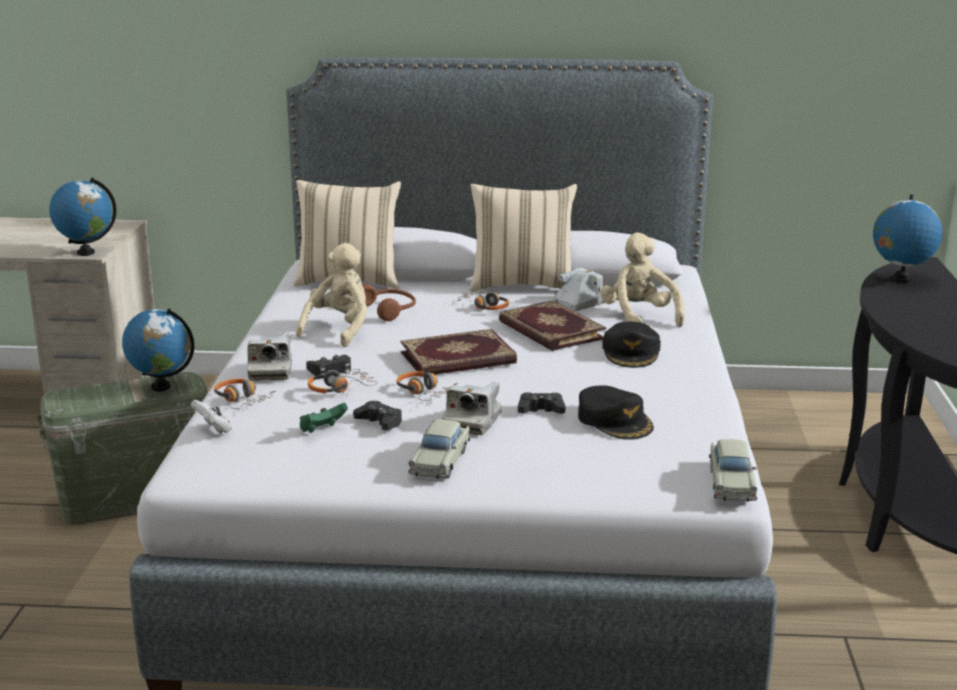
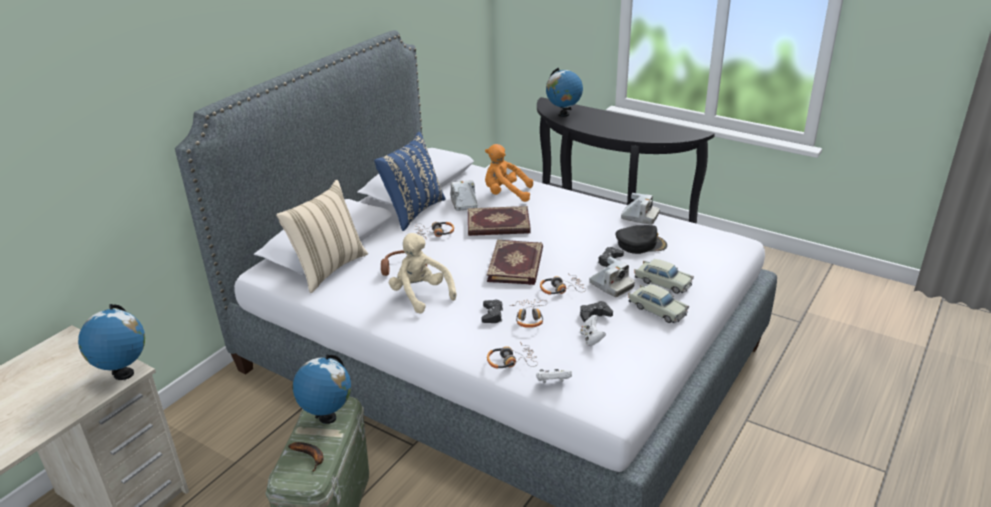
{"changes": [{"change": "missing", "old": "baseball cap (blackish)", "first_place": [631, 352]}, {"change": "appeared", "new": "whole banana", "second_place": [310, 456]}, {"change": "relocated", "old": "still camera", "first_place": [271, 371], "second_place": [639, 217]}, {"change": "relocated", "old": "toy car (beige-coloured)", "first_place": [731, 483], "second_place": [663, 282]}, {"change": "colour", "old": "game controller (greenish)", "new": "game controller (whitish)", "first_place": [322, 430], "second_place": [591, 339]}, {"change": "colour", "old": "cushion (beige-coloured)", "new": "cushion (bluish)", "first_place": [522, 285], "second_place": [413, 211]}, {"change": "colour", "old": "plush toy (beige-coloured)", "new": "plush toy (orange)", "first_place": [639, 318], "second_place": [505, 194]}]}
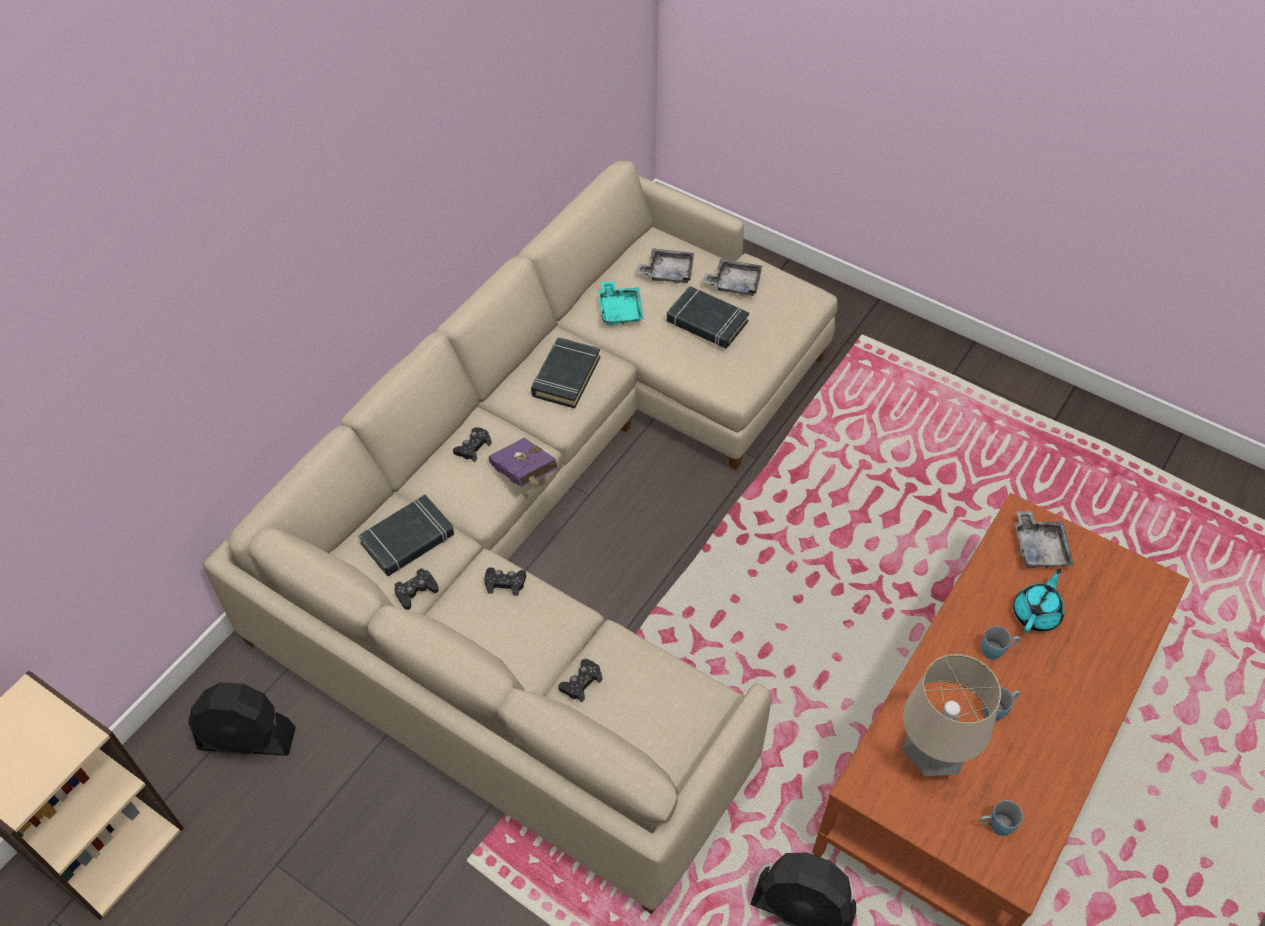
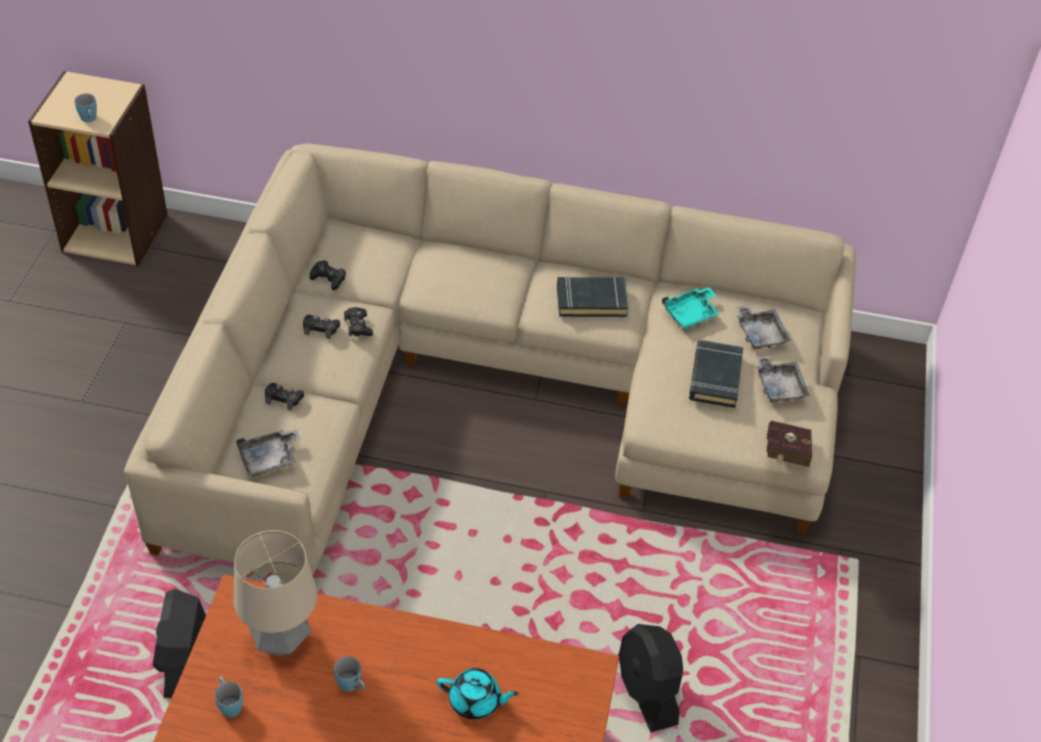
{"changes": [{"change": "missing", "old": "book (blackish)", "first_place": [408, 539]}, {"change": "missing", "old": "book (purple-coloured)", "first_place": [525, 475]}, {"change": "appeared", "new": "book (reddish)", "second_place": [784, 456]}, {"change": "relocated", "old": "fan (blackish)", "first_place": [247, 739], "second_place": [647, 691]}, {"change": "relocated", "old": "game controller (blackish)", "first_place": [473, 447], "second_place": [321, 329]}, {"change": "relocated", "old": "tea mug (bluish)", "first_place": [996, 650], "second_place": [89, 120]}, {"change": "relocated", "old": "serving tray (gray)", "first_place": [1039, 548], "second_place": [269, 458]}]}
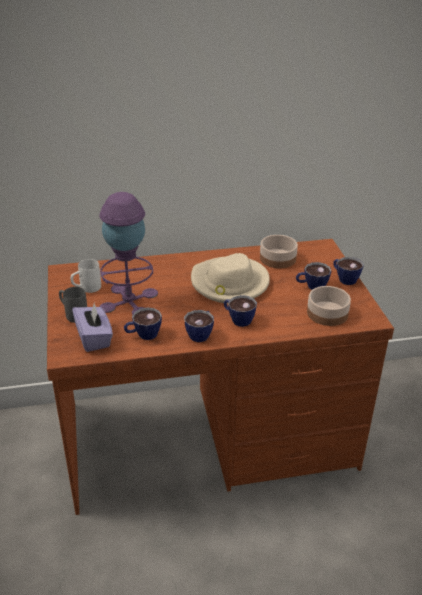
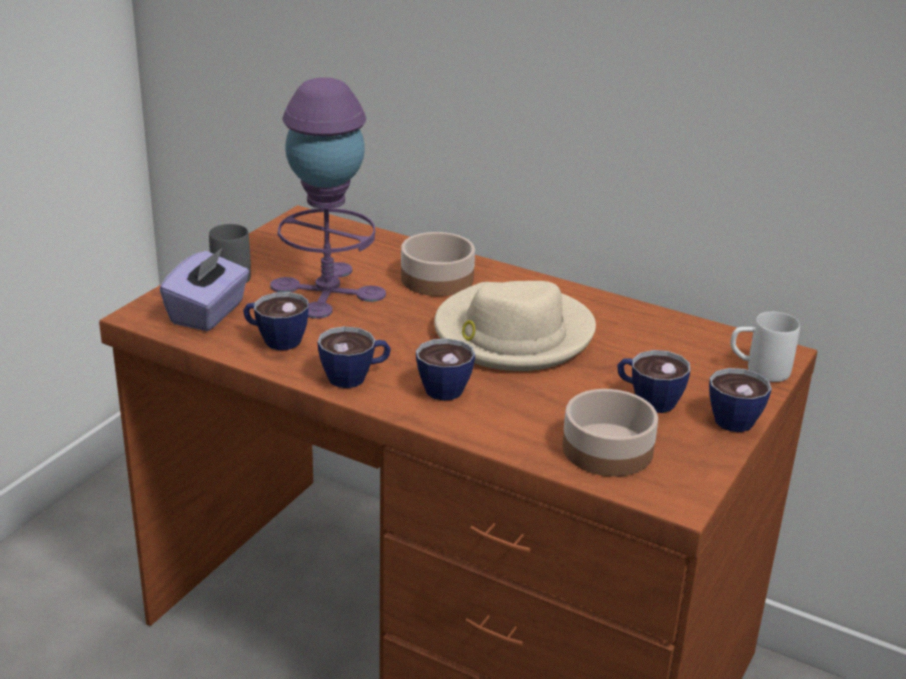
{"changes": [{"change": "relocated", "old": "tea mug (whitish)", "first_place": [86, 289], "second_place": [758, 370]}, {"change": "relocated", "old": "serving bowl", "first_place": [277, 259], "second_place": [436, 279]}]}
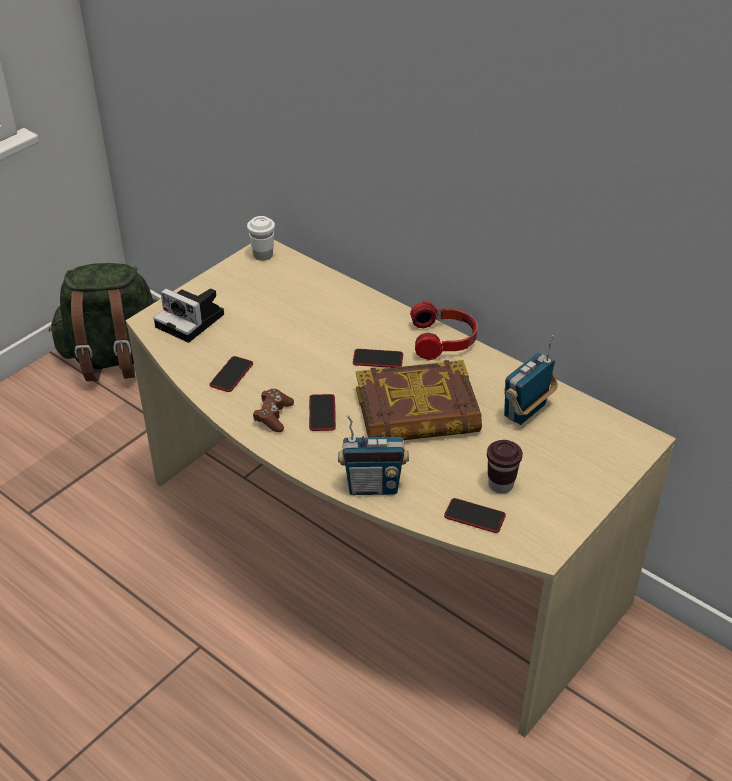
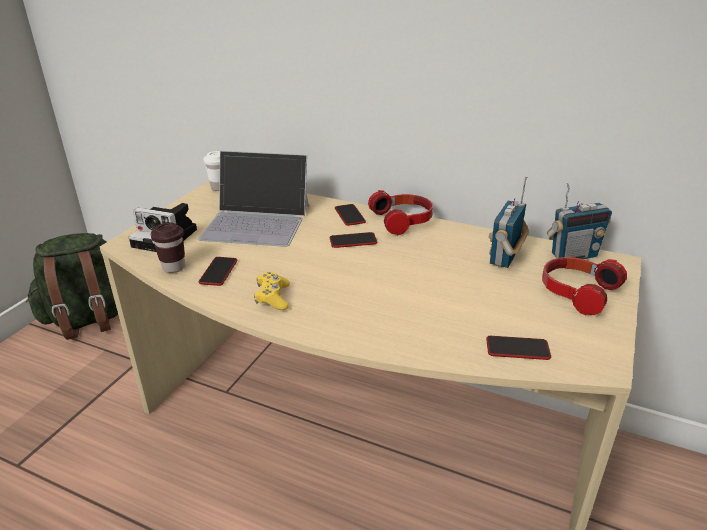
{"changes": [{"change": "missing", "old": "book", "first_place": [417, 412]}, {"change": "appeared", "new": "notebook computer", "second_place": [257, 221]}, {"change": "appeared", "new": "pair of headphones", "second_place": [576, 292]}, {"change": "relocated", "old": "handset", "first_place": [322, 413], "second_place": [349, 215]}, {"change": "relocated", "old": "radio", "first_place": [373, 486], "second_place": [573, 255]}, {"change": "relocated", "old": "small cup (brownish)", "first_place": [500, 485], "second_place": [174, 267]}, {"change": "colour", "old": "game controller (brownish)", "new": "game controller (yellowish)", "first_place": [273, 416], "second_place": [273, 298]}]}
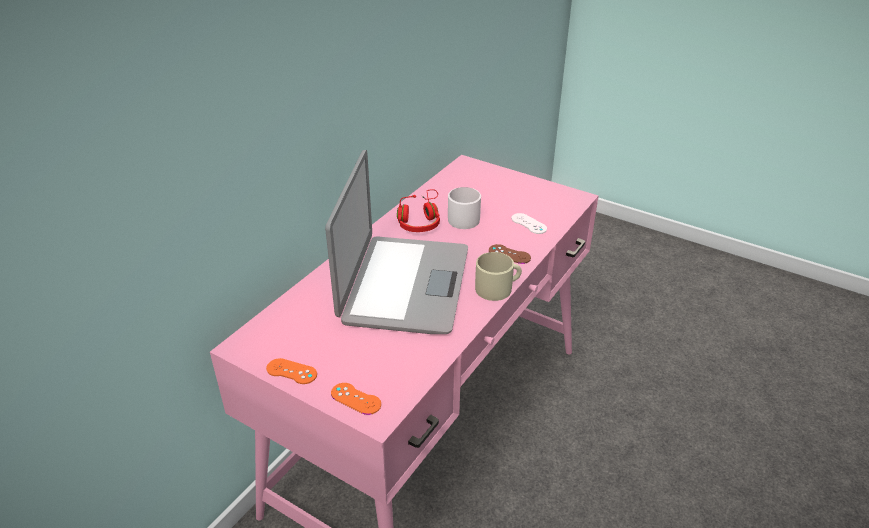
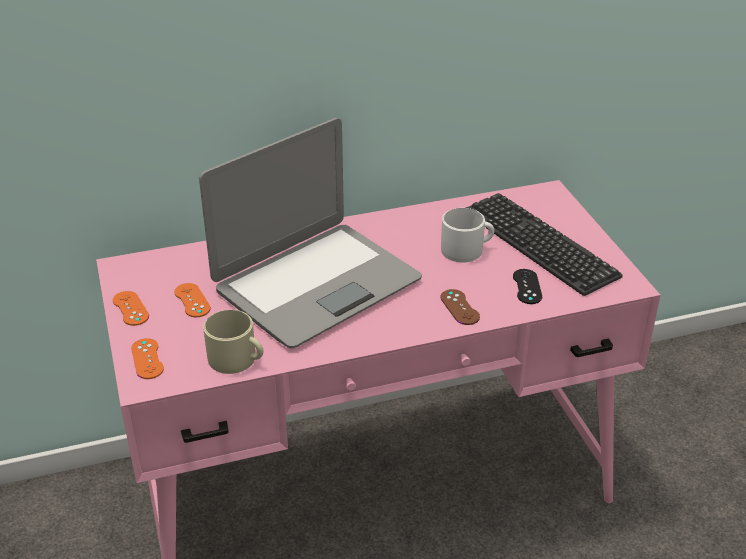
{"changes": [{"change": "missing", "old": "pair of headphones (reddish)", "first_place": [420, 220]}, {"change": "appeared", "new": "game controller (orange)", "second_place": [192, 300]}, {"change": "appeared", "new": "PC keyboard", "second_place": [539, 244]}, {"change": "relocated", "old": "tea mug (beige-coloured)", "first_place": [498, 288], "second_place": [237, 359]}, {"change": "colour", "old": "game controller (whitish)", "new": "game controller (blackish)", "first_place": [528, 224], "second_place": [527, 286]}]}
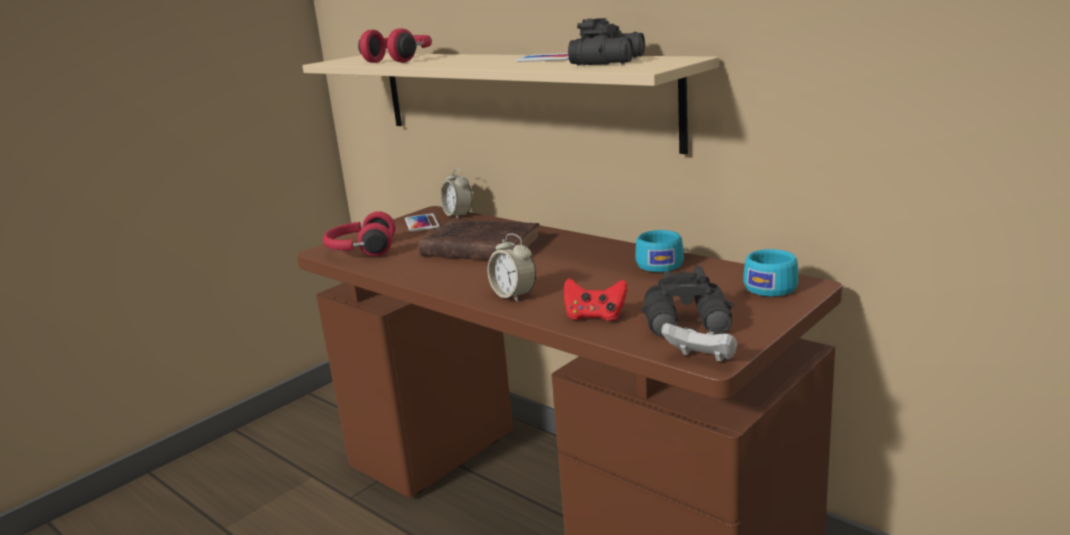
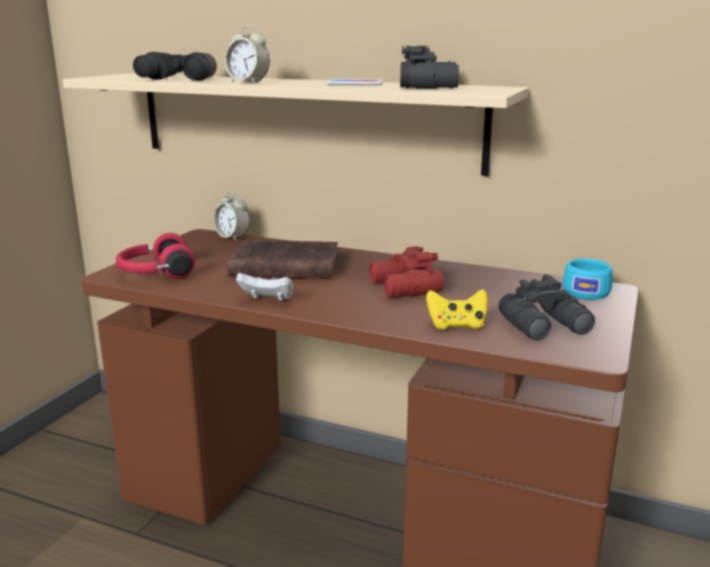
{"changes": [{"change": "missing", "old": "handset", "first_place": [422, 223]}, {"change": "missing", "old": "small cup (blue-green)", "first_place": [659, 263]}, {"change": "appeared", "new": "pair of binoculars (reddish)", "second_place": [404, 288]}, {"change": "relocated", "old": "alarm clock", "first_place": [513, 295], "second_place": [248, 82]}, {"change": "relocated", "old": "game controller (whitish)", "first_place": [702, 359], "second_place": [268, 300]}, {"change": "exchanged", "old": "pair of headphones (reddish)", "new": "pair of binoculars (blackish)", "first_place": [401, 60], "second_place": [182, 79]}, {"change": "colour", "old": "game controller (reddish)", "new": "game controller (yellowish)", "first_place": [595, 316], "second_place": [457, 325]}]}
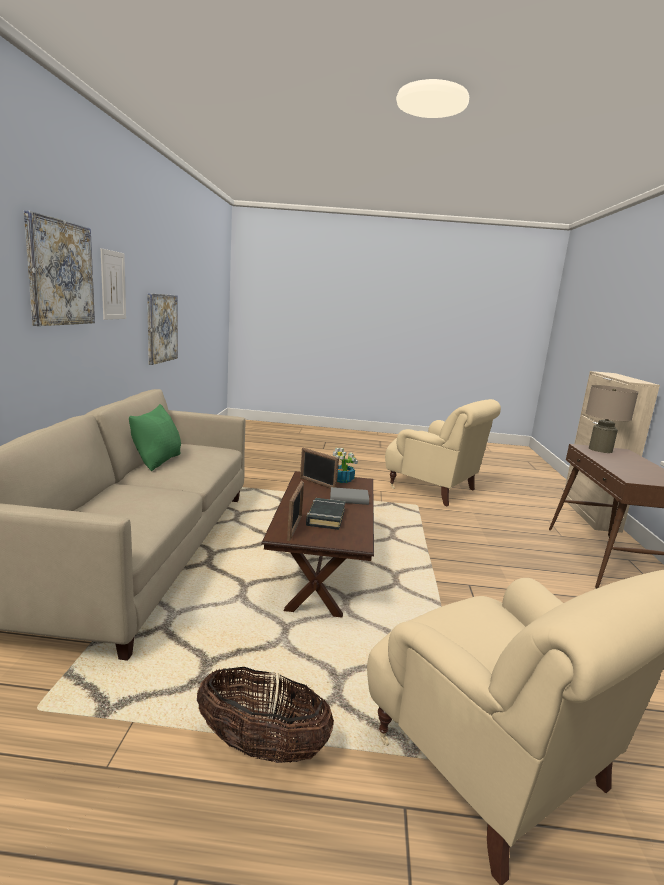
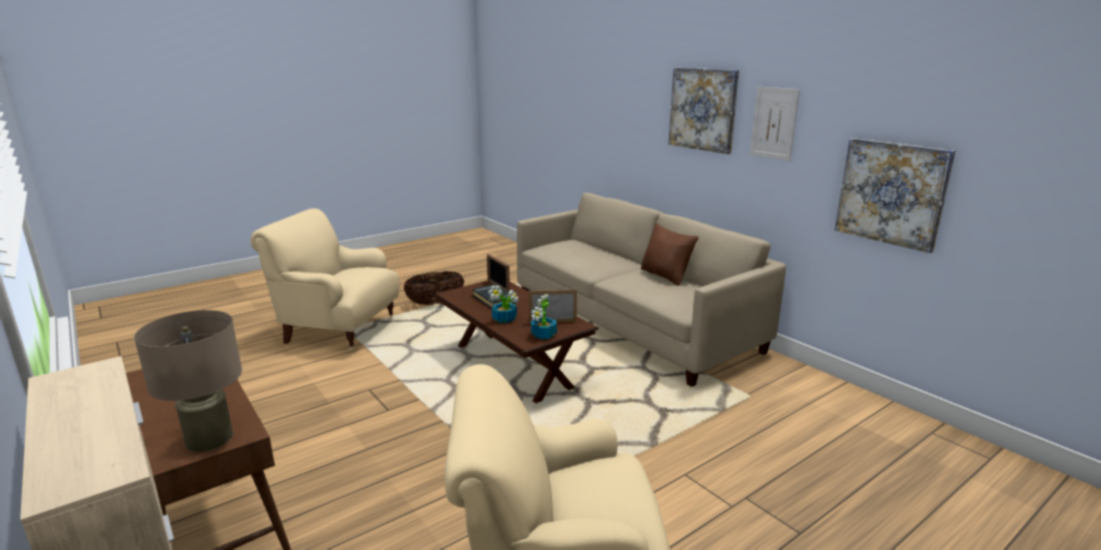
{"changes": [{"change": "exchanged", "old": "book (gray)", "new": "plant in a pot", "first_place": [349, 499], "second_place": [505, 319]}, {"change": "colour", "old": "cushion (greenish)", "new": "cushion (brownish)", "first_place": [157, 461], "second_place": [665, 276]}]}
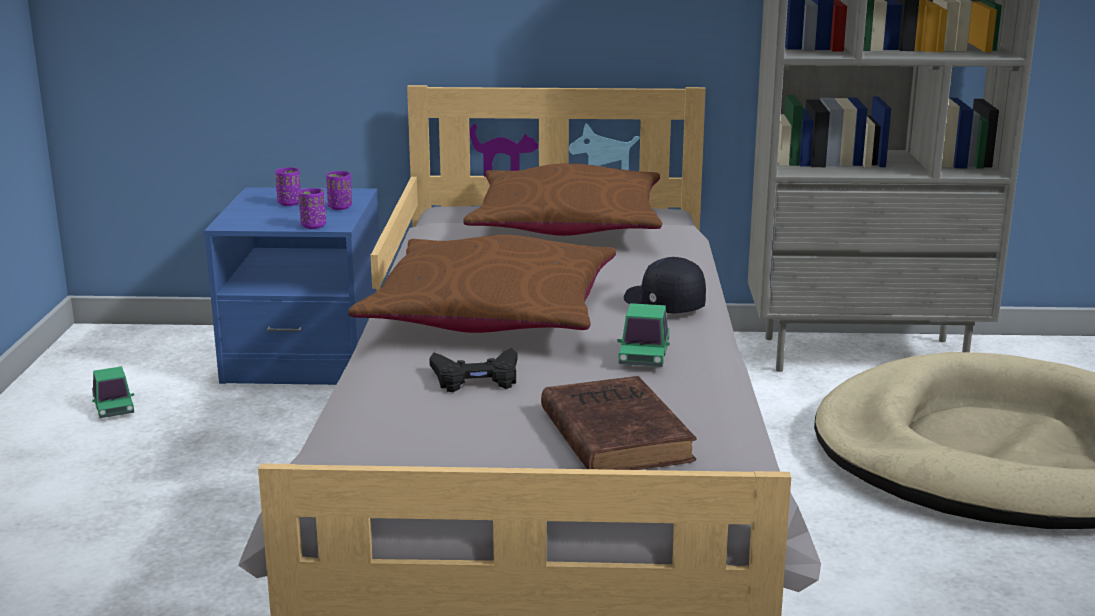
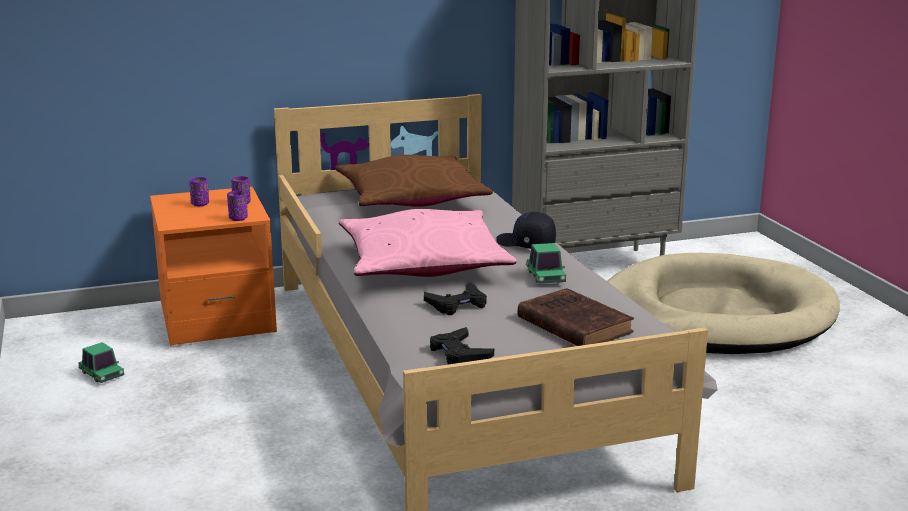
{"changes": [{"change": "appeared", "new": "game controller (blackish)", "second_place": [459, 354]}, {"change": "colour", "old": "nightstand (bluish)", "new": "nightstand (orange)", "first_place": [305, 357], "second_place": [217, 318]}, {"change": "colour", "old": "cushion (brownish)", "new": "cushion (pinkish)", "first_place": [491, 313], "second_place": [423, 263]}]}
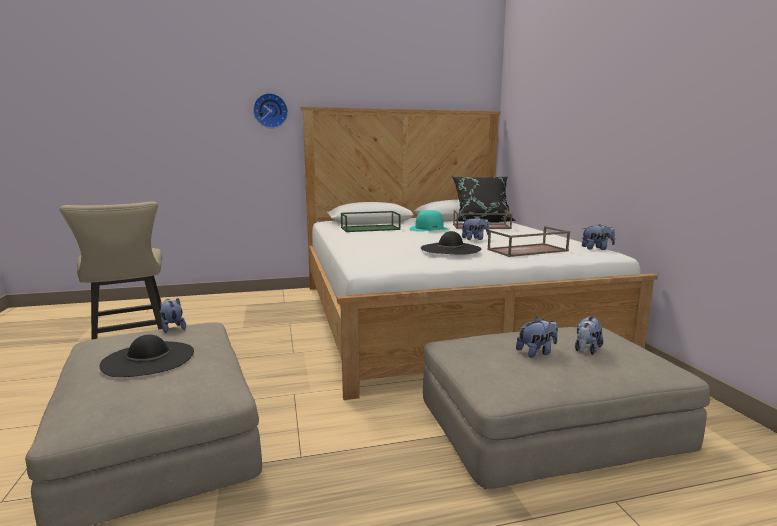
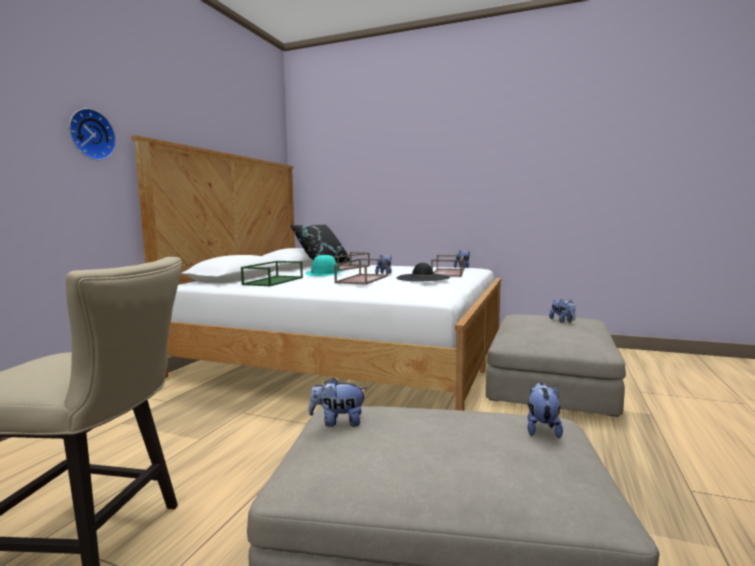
{"changes": [{"change": "missing", "old": "clothing hat (blackish)", "first_place": [148, 359]}, {"change": "appeared", "new": "serving tray (brownish)", "second_place": [362, 279]}, {"change": "relocated", "old": "plush toy", "first_place": [537, 352], "second_place": [542, 429]}]}
